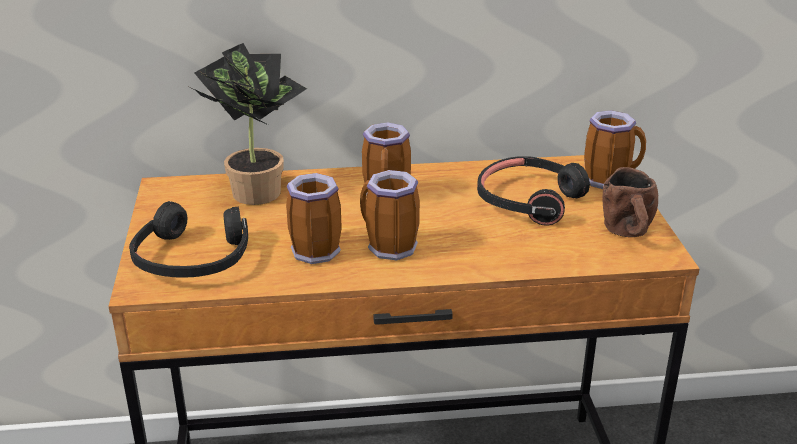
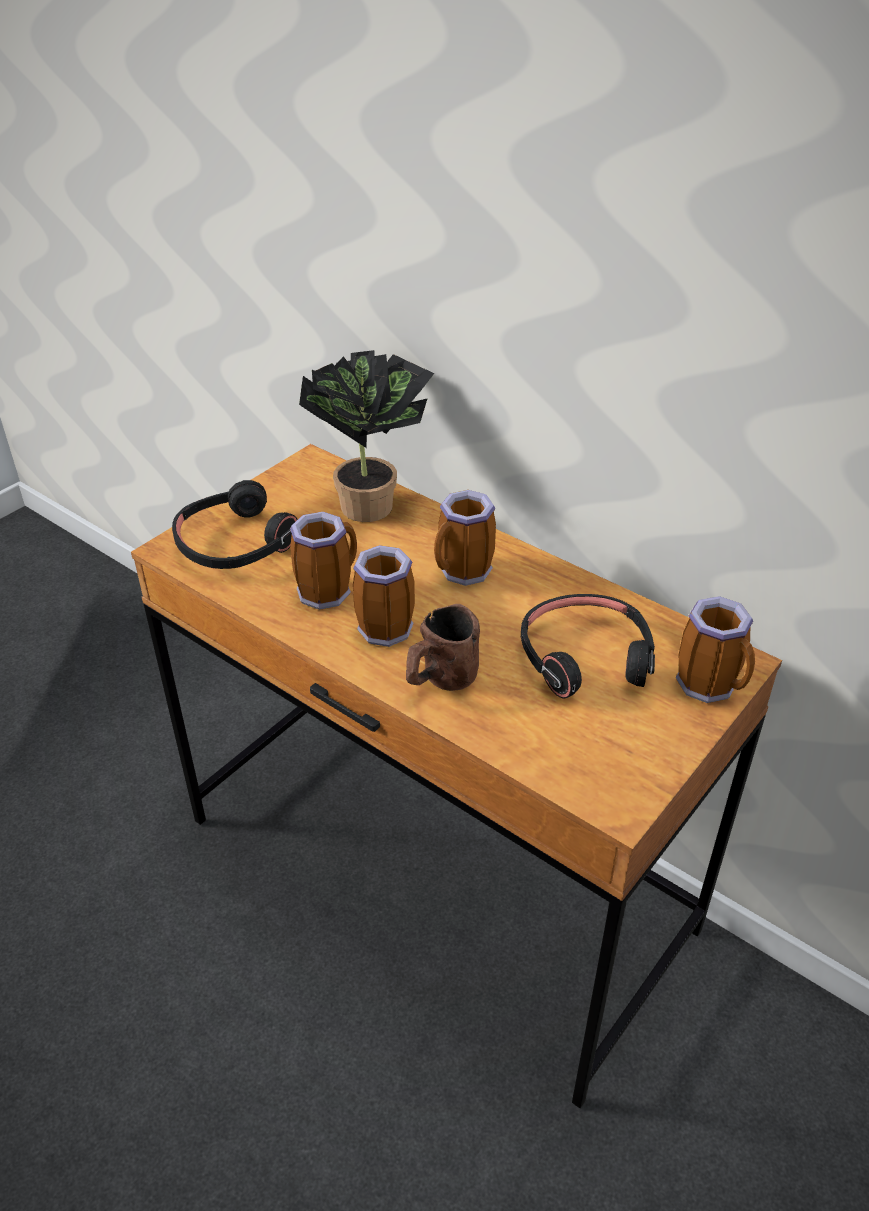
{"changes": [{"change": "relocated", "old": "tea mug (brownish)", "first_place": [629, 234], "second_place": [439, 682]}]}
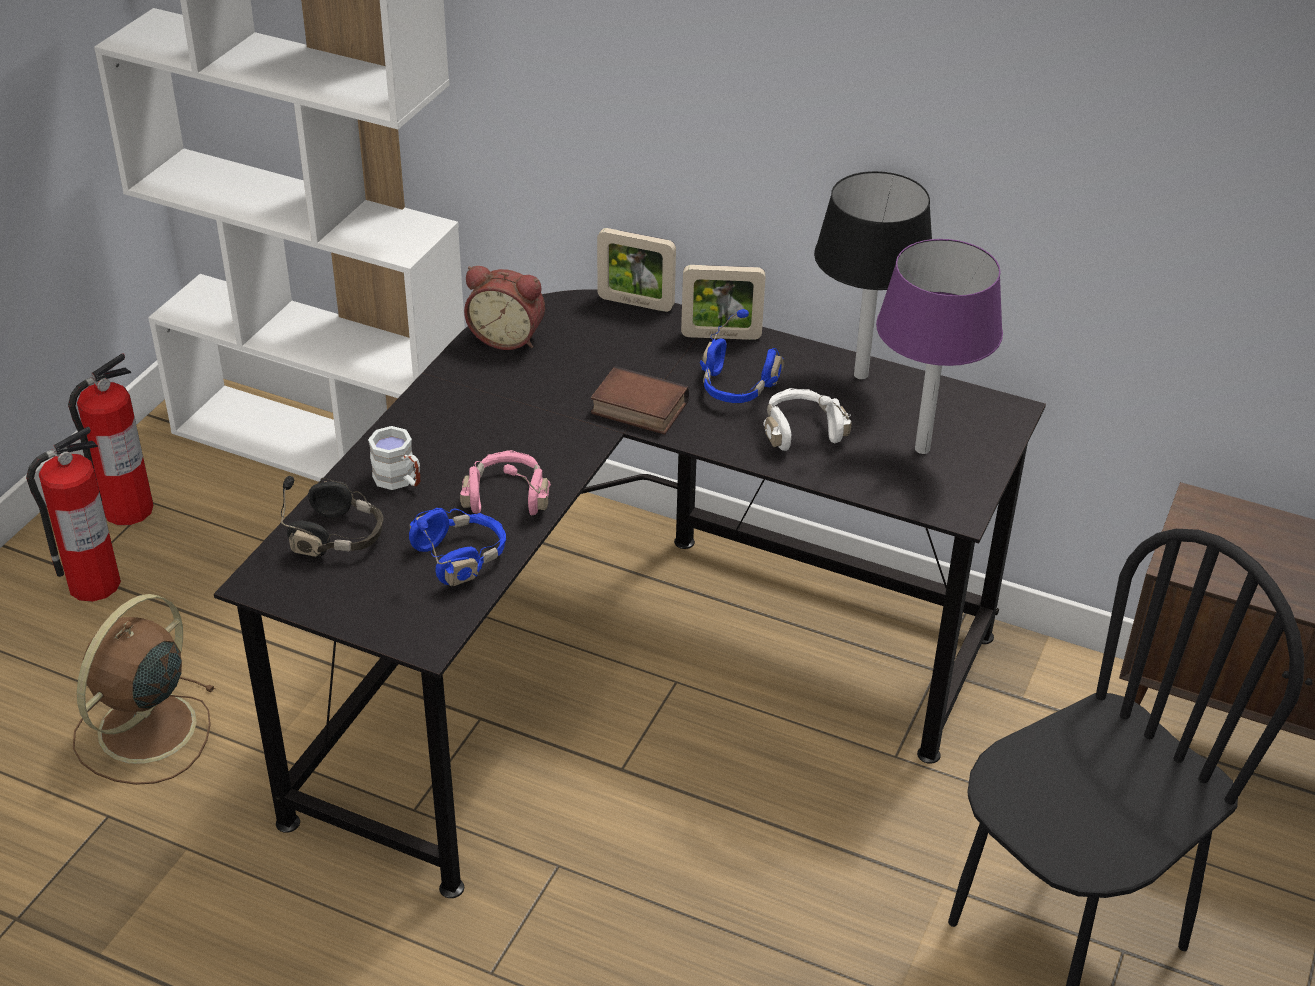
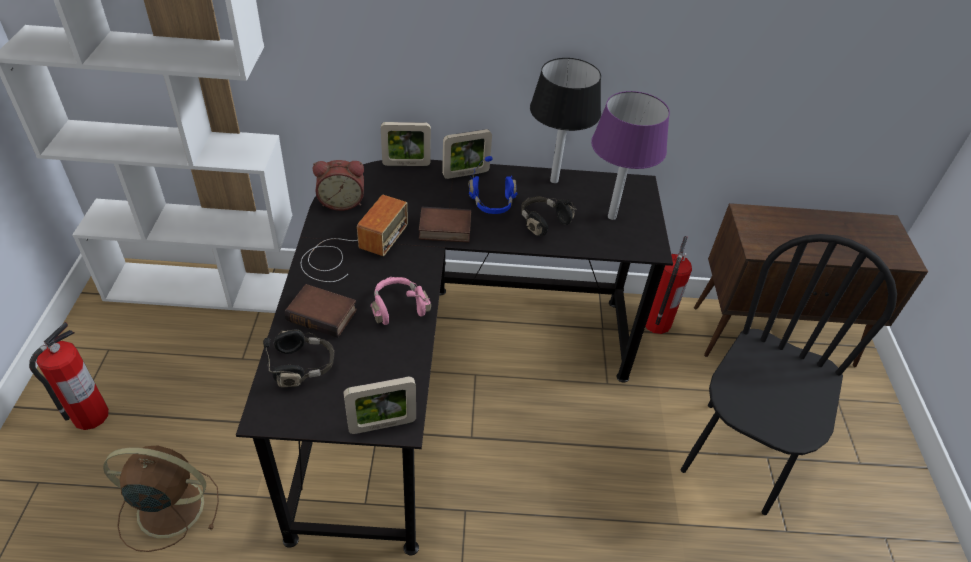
{"changes": [{"change": "missing", "old": "pair of headphones (bluish)", "first_place": [460, 558]}, {"change": "appeared", "new": "radio", "second_place": [352, 249]}, {"change": "appeared", "new": "standing frame", "second_place": [382, 425]}, {"change": "relocated", "old": "fire extinguisher", "first_place": [127, 510], "second_place": [656, 323]}, {"change": "exchanged", "old": "tea mug (whitish)", "new": "book", "first_place": [400, 480], "second_place": [323, 314]}, {"change": "colour", "old": "pair of headphones (whitish)", "new": "pair of headphones (blackish)", "first_place": [801, 431], "second_place": [543, 222]}, {"change": "spun", "old": "fan (brownish)", "first_place": [144, 731], "second_place": [167, 507], "degrees": 90}]}
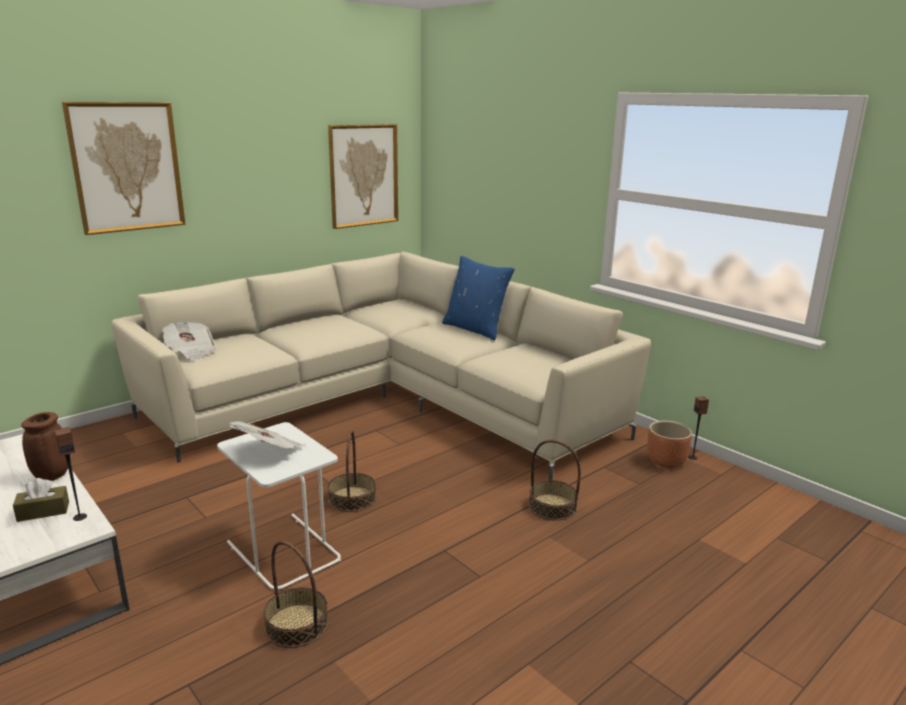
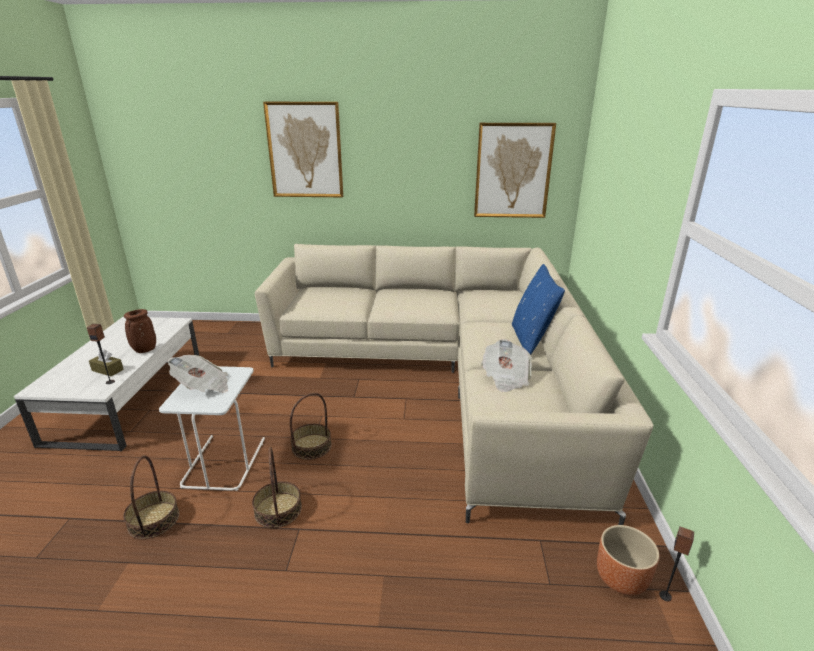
{"changes": [{"change": "relocated", "old": "newspaper", "first_place": [190, 352], "second_place": [505, 378]}, {"change": "relocated", "old": "basket", "first_place": [552, 507], "second_place": [278, 510]}]}
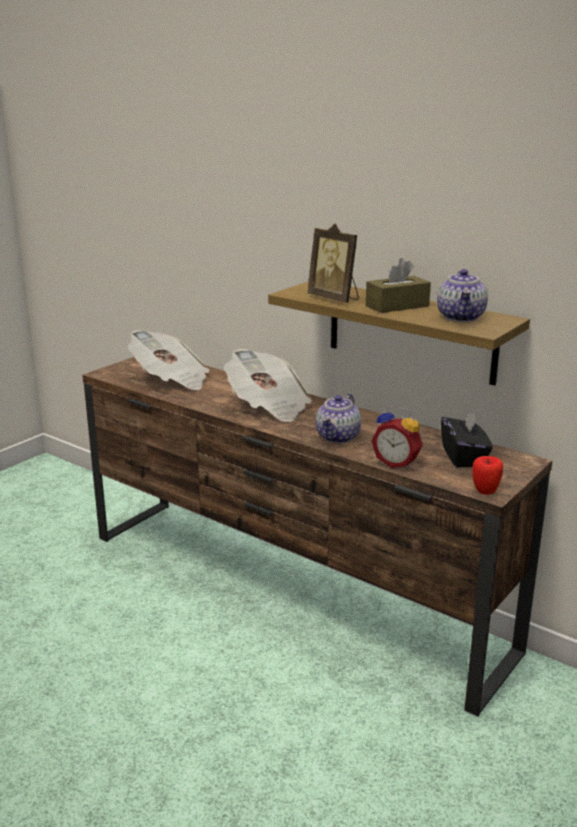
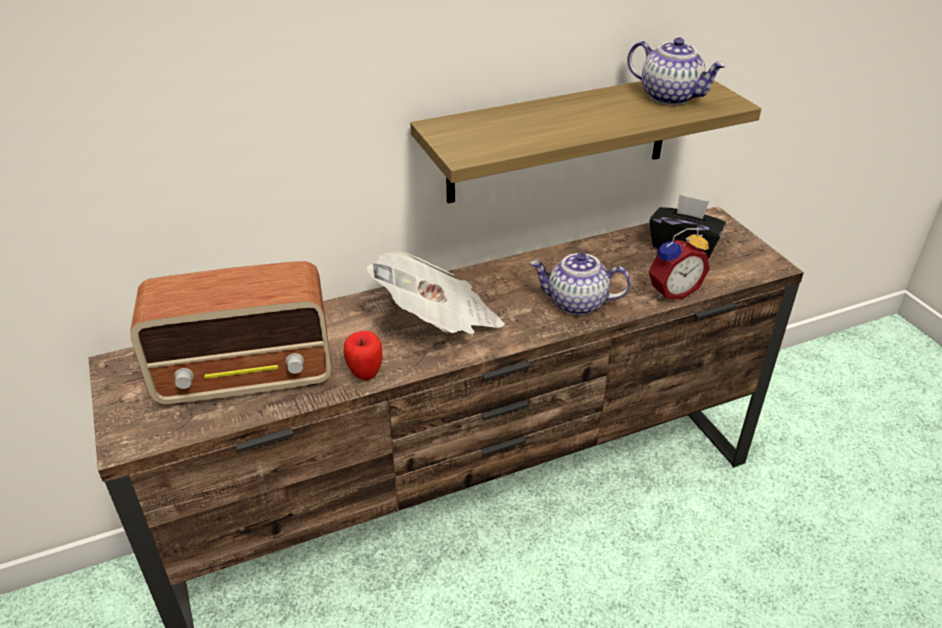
{"changes": [{"change": "missing", "old": "standing frame", "first_place": [335, 299]}, {"change": "missing", "old": "box of tissues (brownish)", "first_place": [397, 306]}, {"change": "relocated", "old": "whole apple", "first_place": [485, 491], "second_place": [365, 374]}, {"change": "exchanged", "old": "newspaper", "new": "radio", "first_place": [171, 380], "second_place": [248, 376]}, {"change": "spun", "old": "tea pot", "first_place": [338, 437], "second_place": [576, 303], "degrees": 135}]}
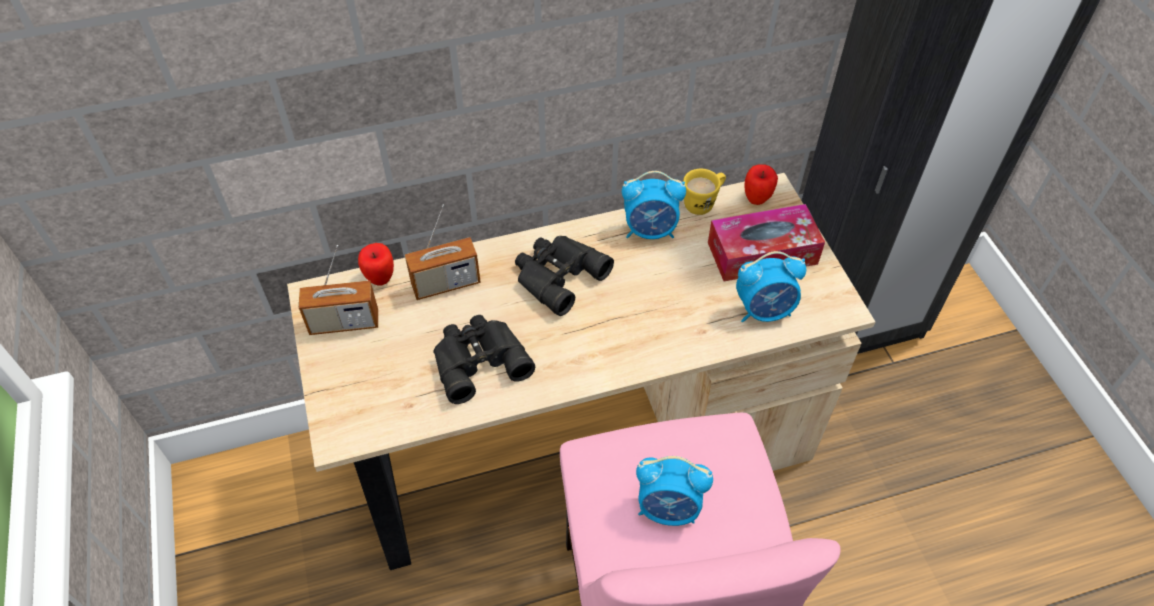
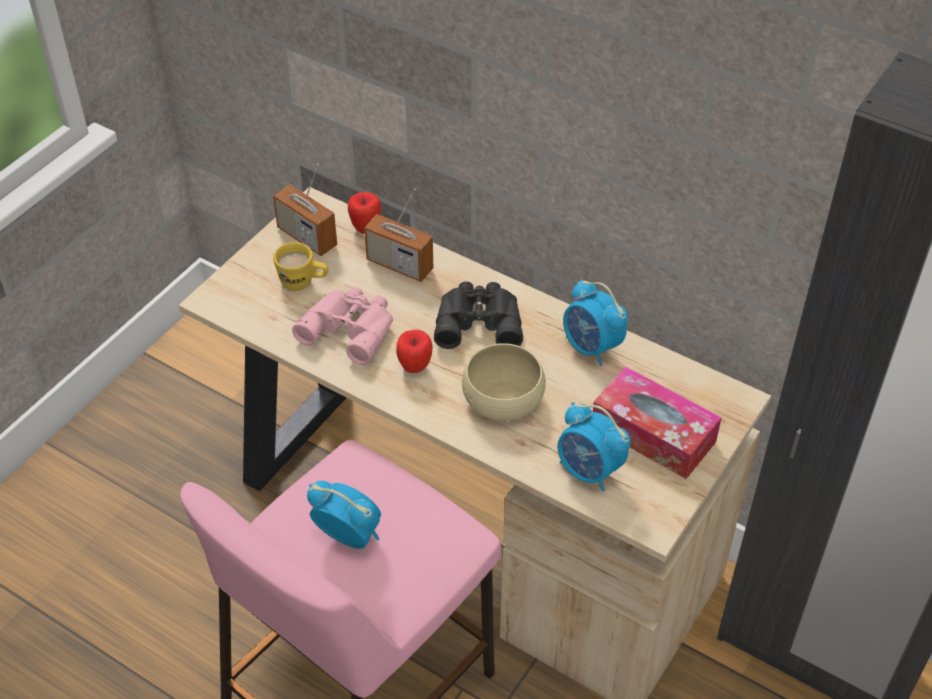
{"changes": [{"change": "appeared", "new": "serving bowl (beige-coloured)", "second_place": [503, 398]}, {"change": "relocated", "old": "tea mug (yellowish)", "first_place": [703, 203], "second_place": [303, 283]}, {"change": "relocated", "old": "whole apple", "first_place": [757, 199], "second_place": [415, 368]}, {"change": "colour", "old": "pair of binoculars (blackish)", "new": "pair of binoculars (pinkish)", "first_place": [478, 359], "second_place": [350, 327]}, {"change": "spun", "old": "alarm clock", "first_place": [668, 509], "second_place": [348, 536], "degrees": 150}]}
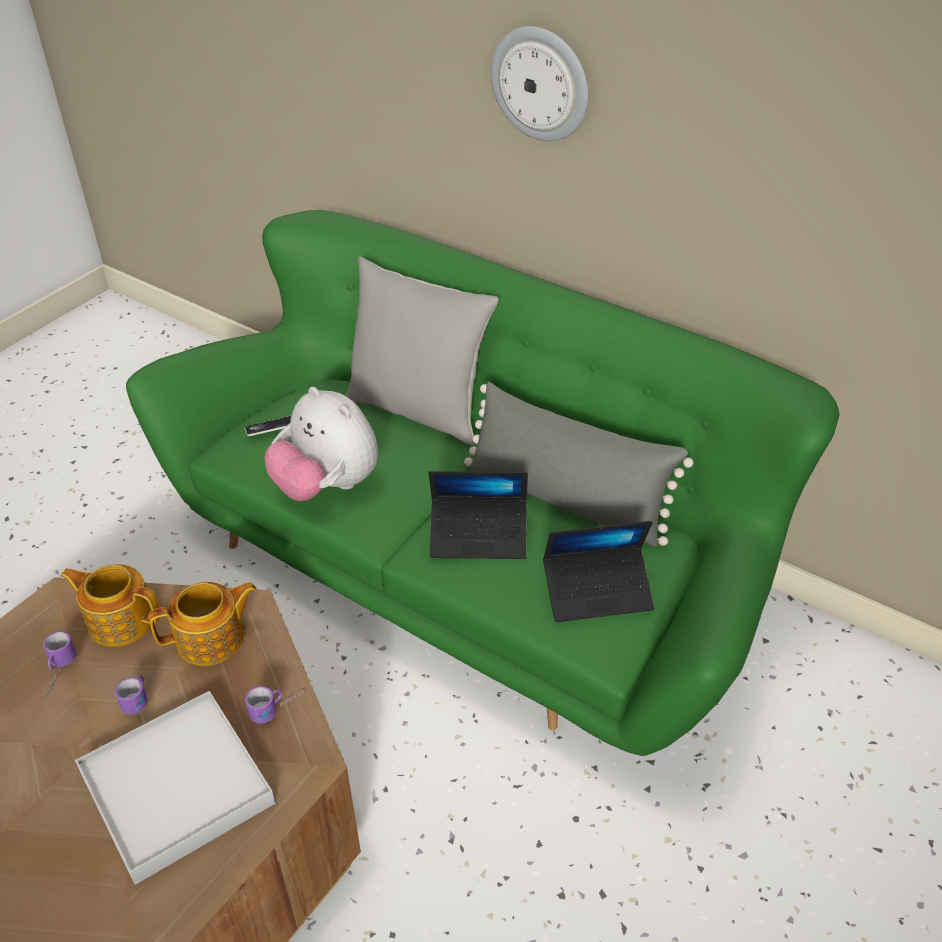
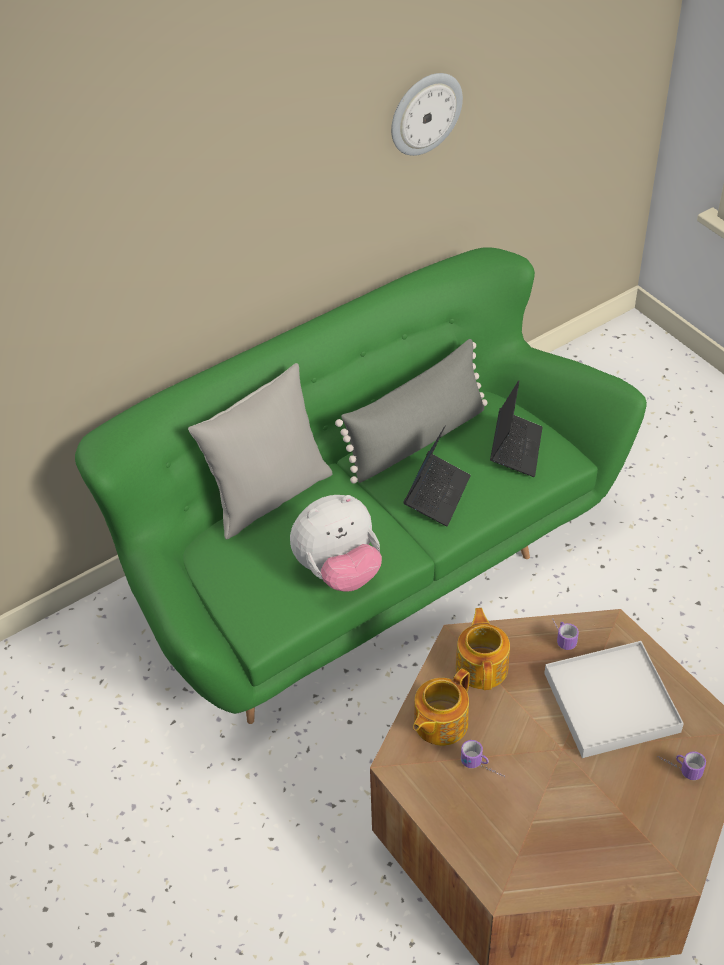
{"changes": [{"change": "missing", "old": "handset", "first_place": [270, 428]}, {"change": "relocated", "old": "tea mug", "first_place": [144, 695], "second_place": [679, 768]}, {"change": "relocated", "old": "wall clock", "first_place": [540, 84], "second_place": [425, 113]}]}
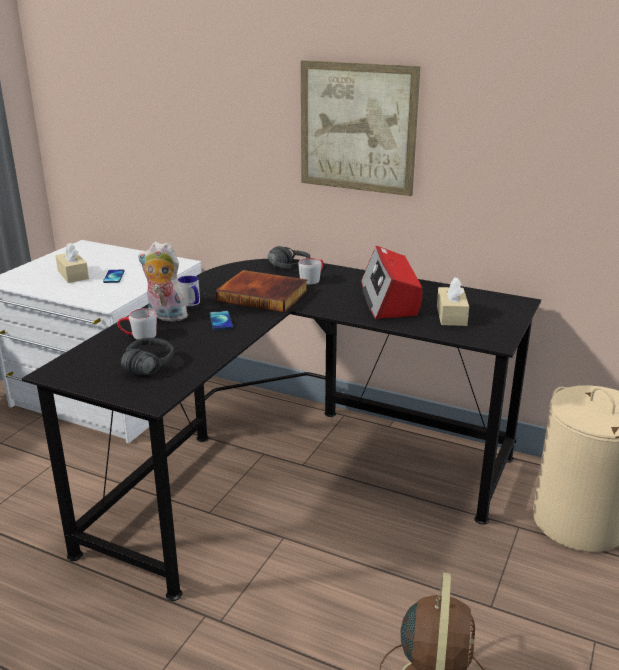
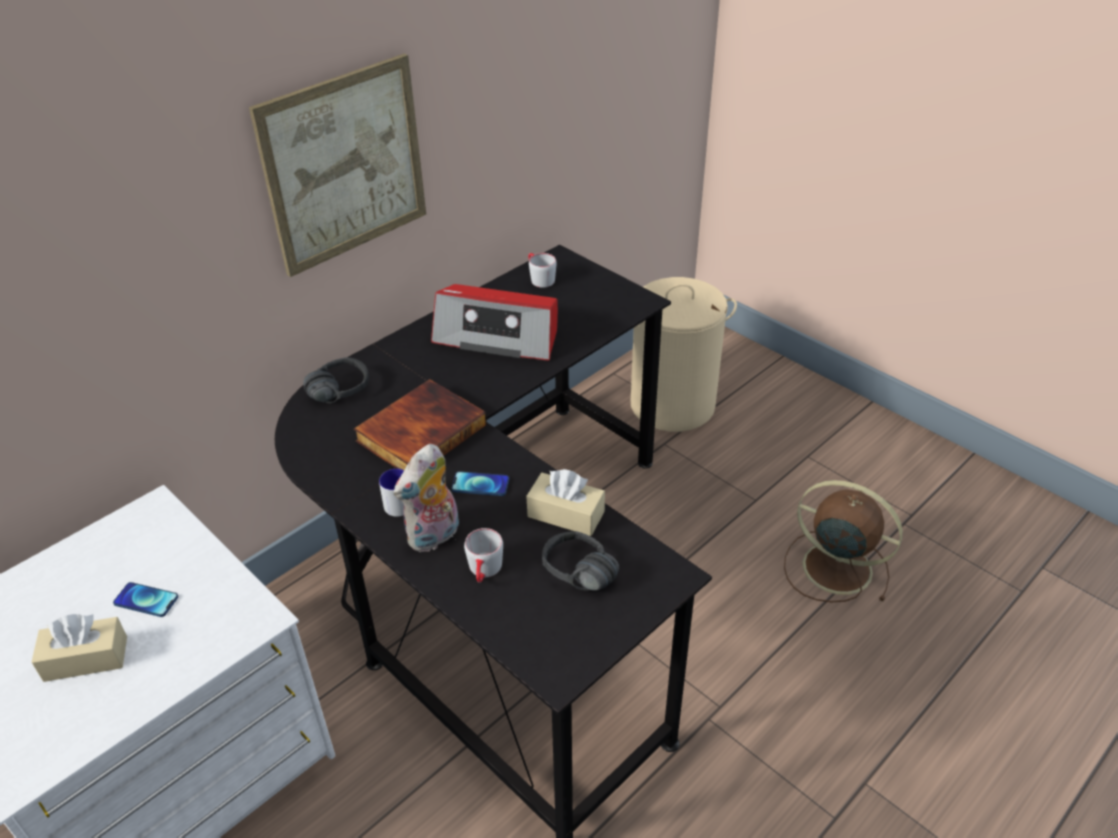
{"changes": [{"change": "relocated", "old": "tea mug (gray)", "first_place": [312, 279], "second_place": [539, 278]}, {"change": "relocated", "old": "box of tissues (beige-coloured)", "first_place": [451, 315], "second_place": [566, 514]}]}
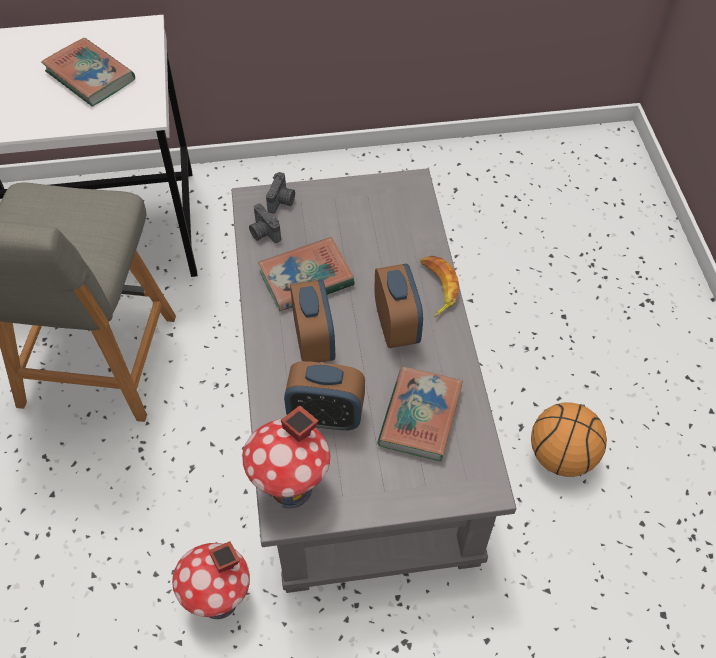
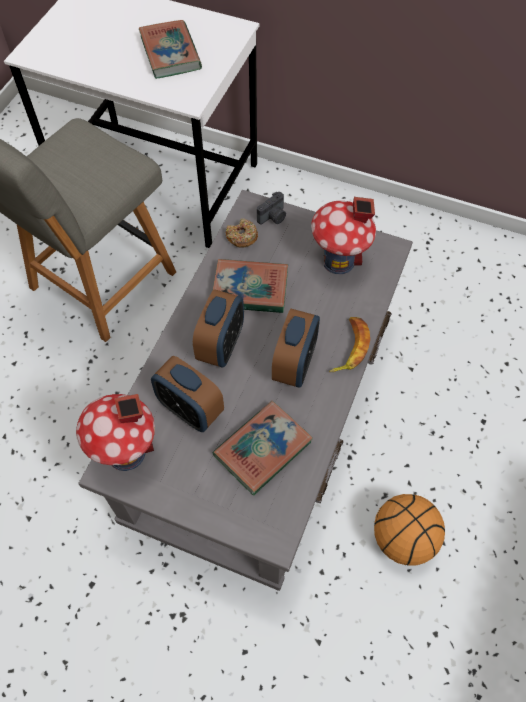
{"changes": [{"change": "relocated", "old": "miniature house", "first_place": [219, 600], "second_place": [338, 261]}, {"change": "exchanged", "old": "still camera", "new": "ring doughnut", "first_place": [263, 233], "second_place": [242, 237]}]}
